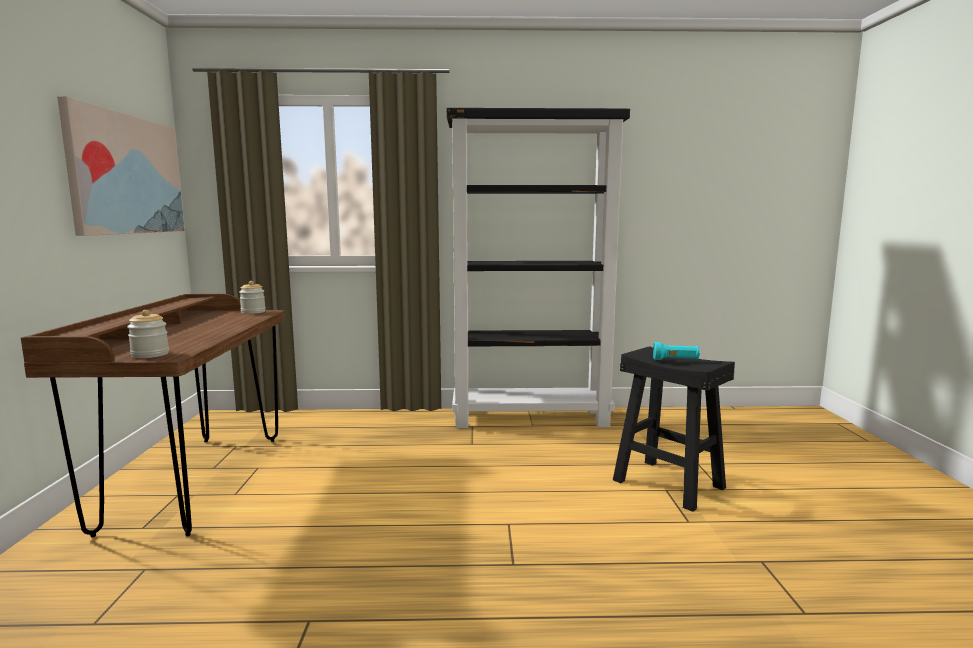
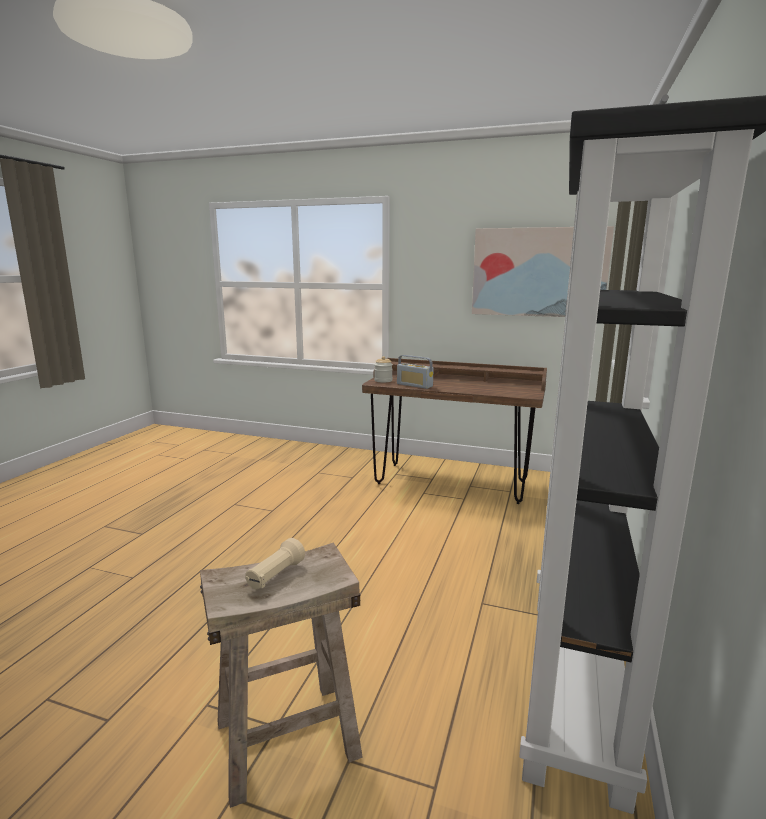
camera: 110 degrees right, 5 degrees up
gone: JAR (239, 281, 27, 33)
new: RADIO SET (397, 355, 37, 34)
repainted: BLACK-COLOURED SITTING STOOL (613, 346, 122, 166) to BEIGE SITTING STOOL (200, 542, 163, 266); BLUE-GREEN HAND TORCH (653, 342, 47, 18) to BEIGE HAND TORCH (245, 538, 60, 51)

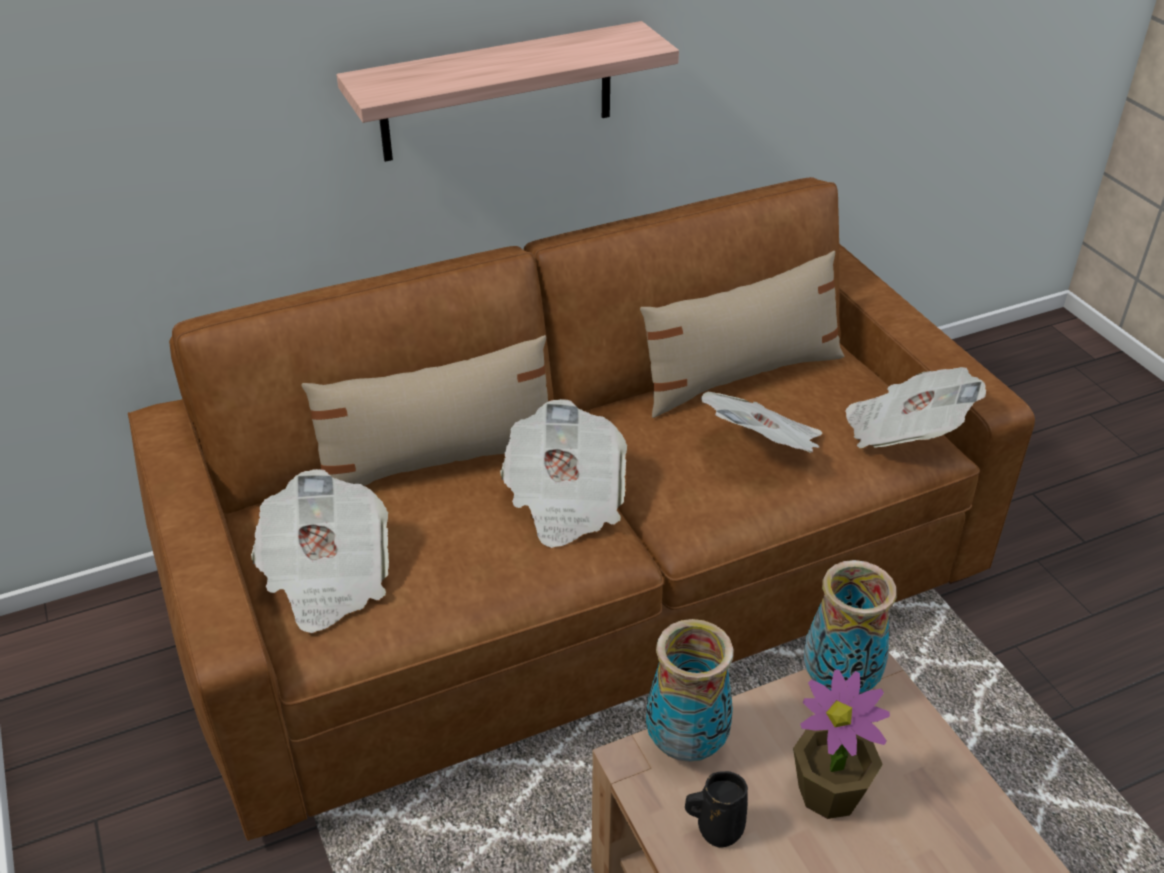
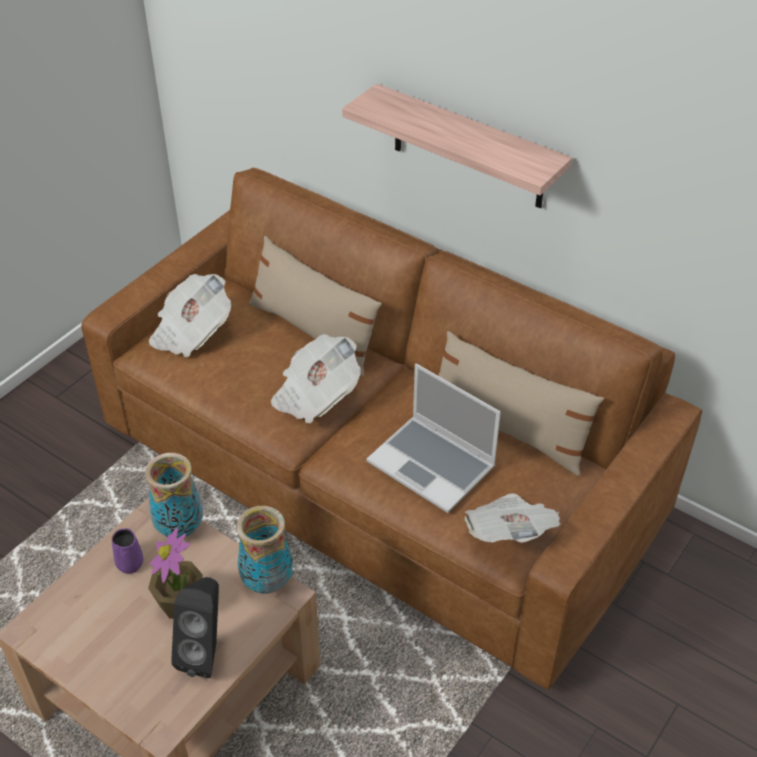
camera: 60 degrees right, 5 degrees up
new: BLACK-COLOURED AUDIO SPEAKER (171, 577, 48, 101)
swapped: NEWSPAPER (701, 392, 121, 61) to LAPTOP (366, 363, 135, 150)
repainted: BLACK-COLOURED COFFEE MUG (685, 771, 63, 77) to PURPLISH COFFEE MUG (112, 528, 31, 46)

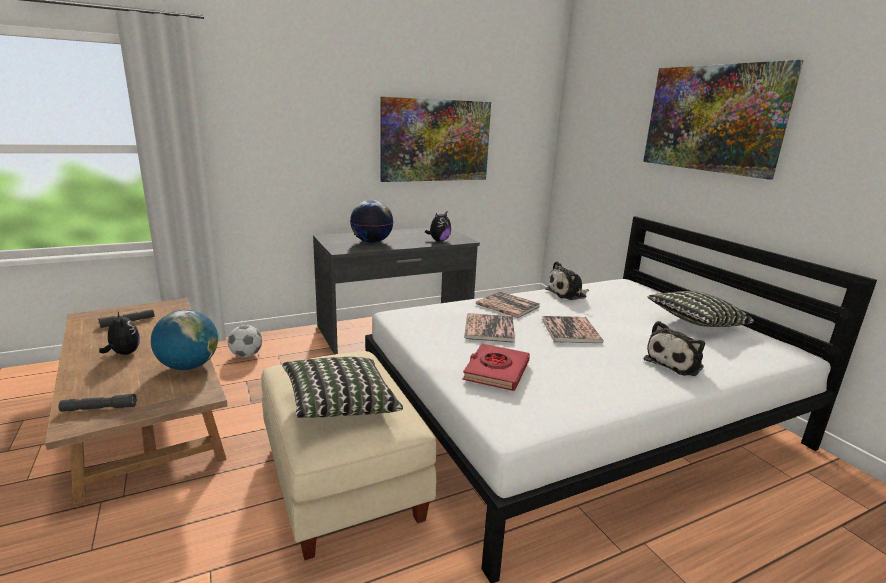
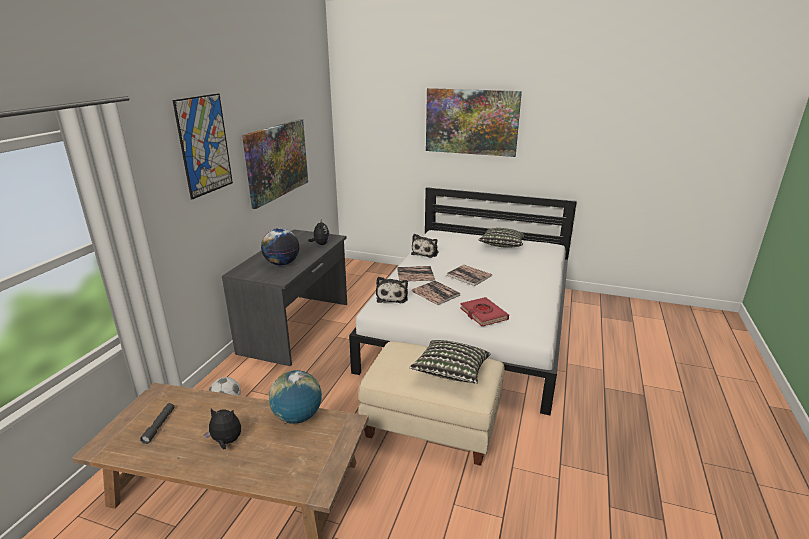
camera: 45 degrees left, 5 degrees up
gone: GREY HAND TORCH (58, 394, 79, 17)
new: WALL ART (172, 93, 61, 107)
shifted: CUDDLY TOY (644, 321, 61, 55) to (376, 277, 32, 26)

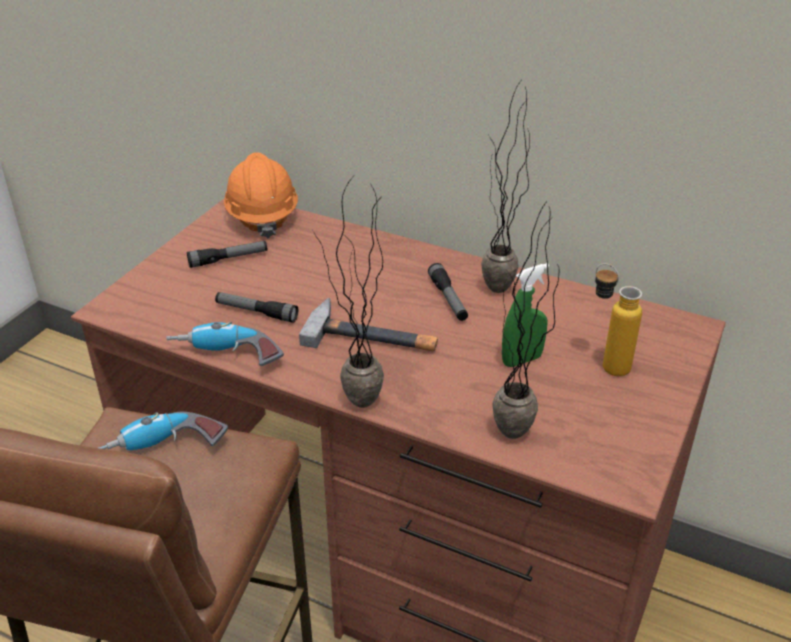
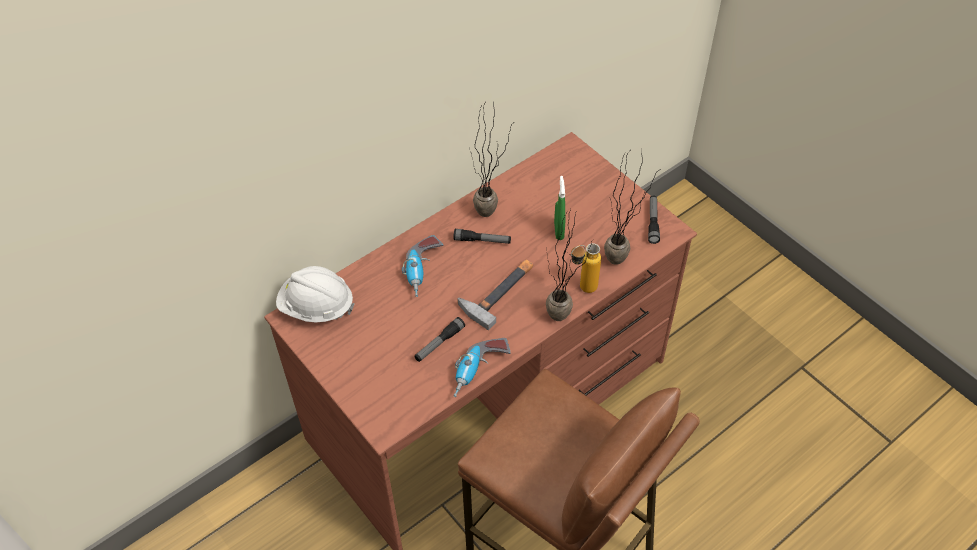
camera: 65 degrees left, 15 degrees up
shifted: POWER DRILL (98, 412, 130, 38) to (402, 235, 41, 62); HAND TORCH (187, 241, 81, 27) to (648, 196, 12, 48); BOTTLE (595, 263, 47, 113) to (571, 243, 30, 50)
repainted: ORANGE-COLOURED WORK HELMET (224, 152, 74, 86) to WHITISH WORK HELMET (276, 266, 78, 56)

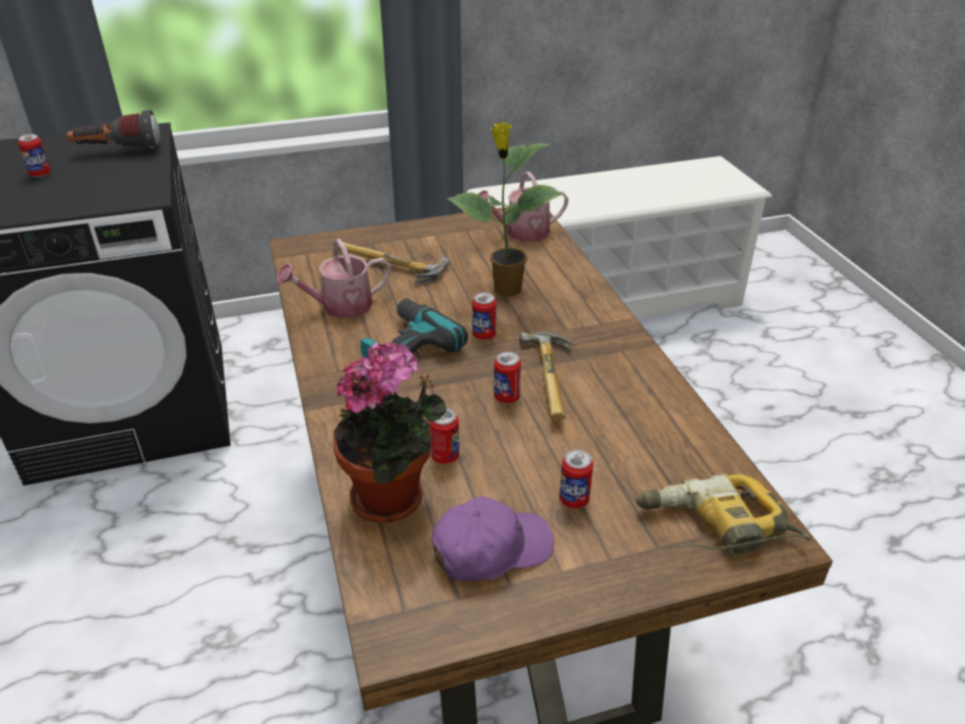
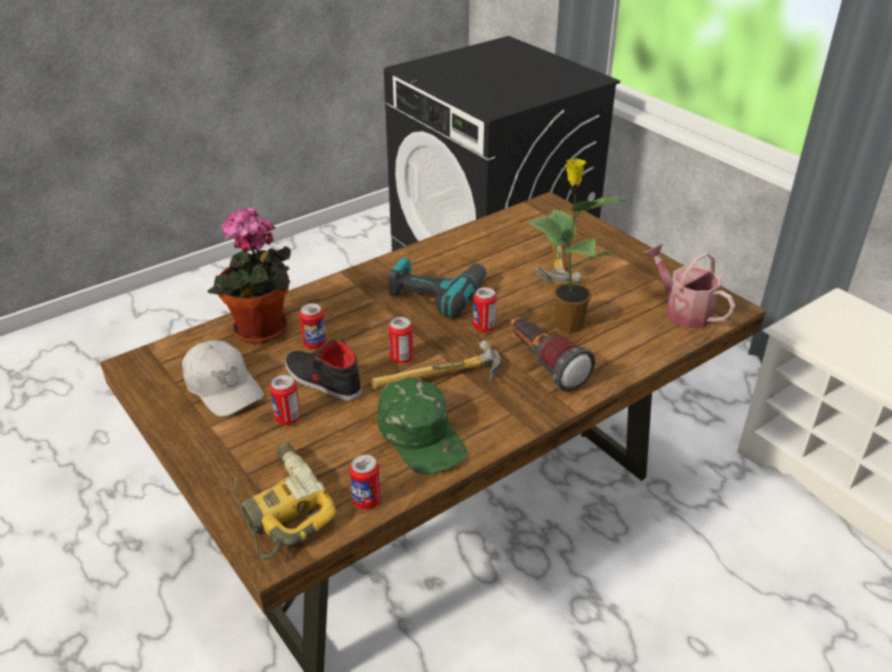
camera: 70 degrees right, 0 degrees up
gone: WATERING POT (276, 239, 115, 80)
new: BLACK-COLOURED LOW SHOE (285, 338, 77, 64); GREEN CAP (377, 378, 91, 97)
shifted: METAL CAN (18, 134, 33, 43) to (350, 455, 31, 55); HAND TORCH (67, 110, 93, 39) to (510, 317, 85, 75)
repainted: PURPLISH CAP (431, 496, 123, 85) to WHITISH CAP (182, 340, 82, 77)

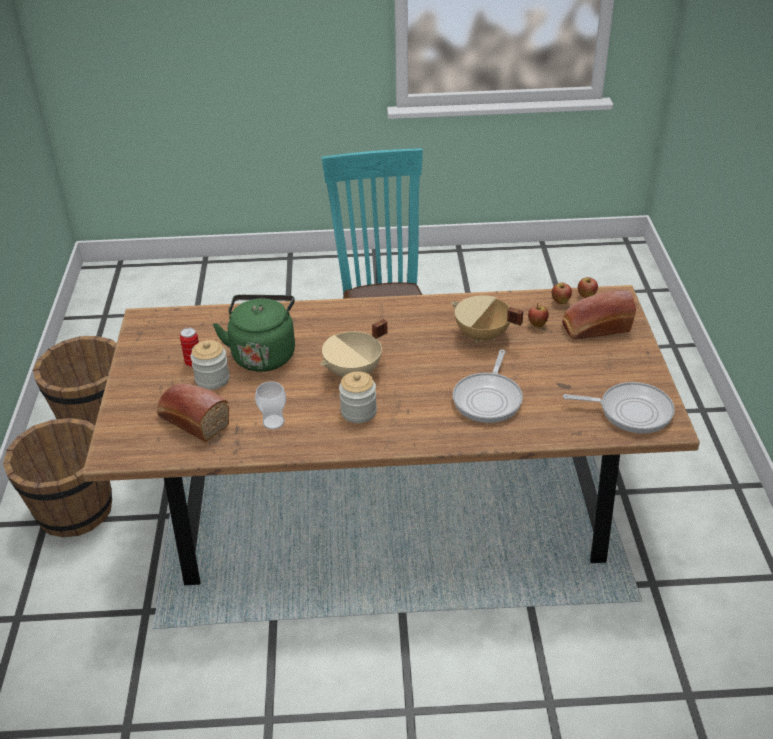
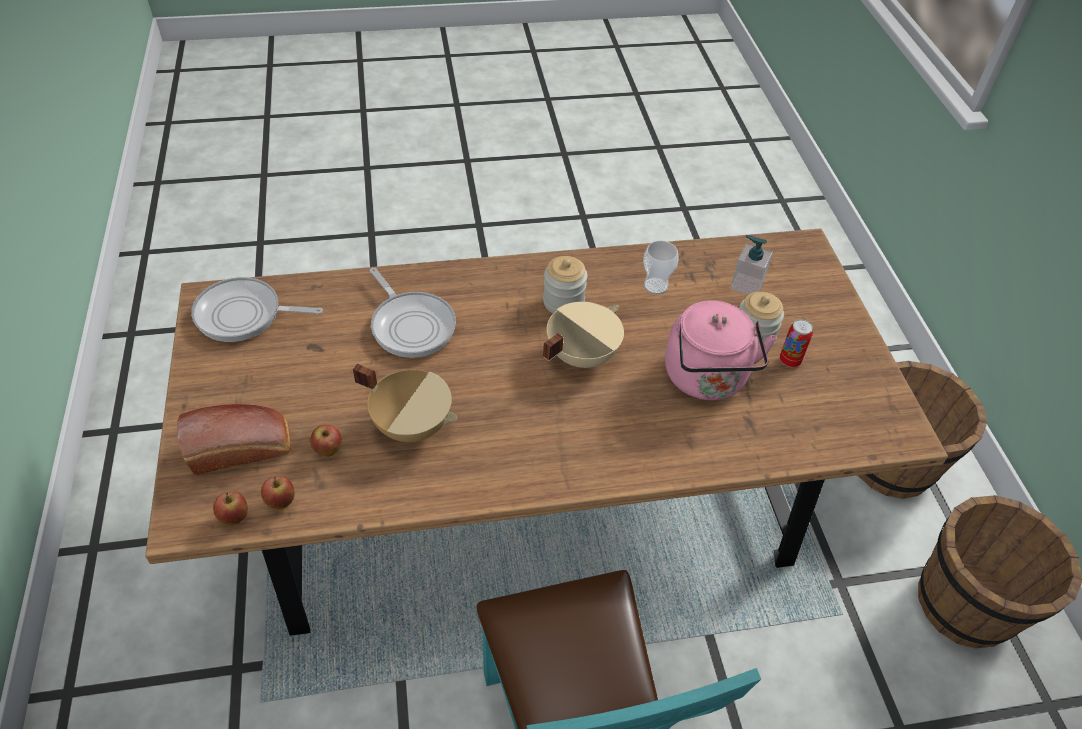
camera: 170 degrees right, 10 degrees up
swapped: BAKERY BREAD (157, 384, 72, 58) to SOAP BOTTLE (730, 235, 43, 60)
repainted: GREEN WATER KETTLE (213, 295, 82, 77) to PINK WATER KETTLE (665, 300, 112, 100)
rotated: PAN (453, 350, 70, 73) = (369, 268, 87, 90) 135 degrees clockwise

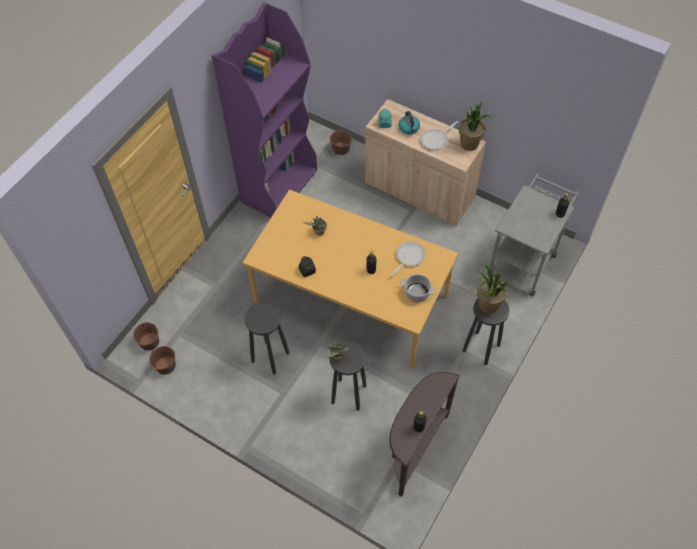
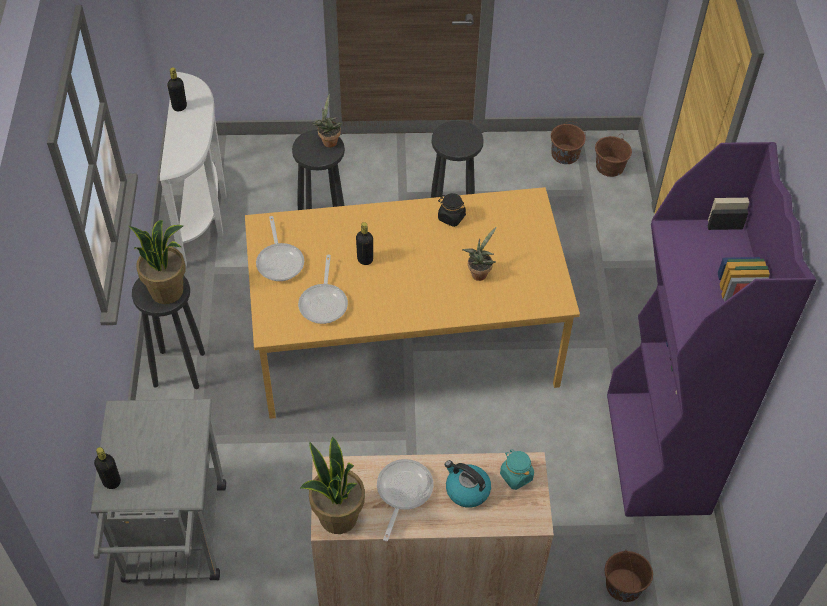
camera: 145 degrees right, 5 degrees down
swapped: STOCKPOT (400, 274, 36, 29) to PAN (256, 216, 48, 65)
repainted: BROWN NARROW TABLE (389, 372, 71, 125) to WHITISH NARROW TABLE (160, 72, 67, 196)

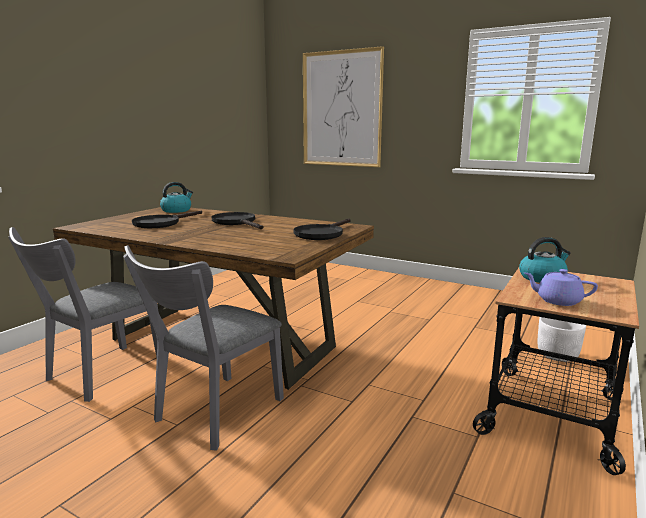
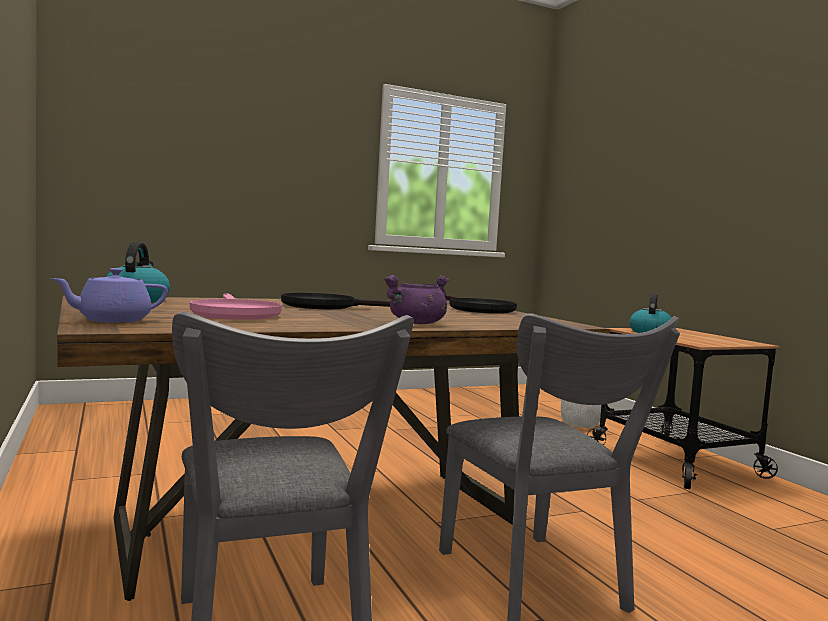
camera: 55 degrees left, 10 degrees down
gone: WALL ART (303, 46, 81, 121)
new: PURPLISH STOCKPOT (383, 275, 66, 49)
shifted: PURPLISH TEA POT (524, 269, 74, 37) to (50, 268, 118, 55)
repainted: BLACK-COLOURED PAN (132, 210, 70, 18) to PINK PAN (190, 293, 92, 27)

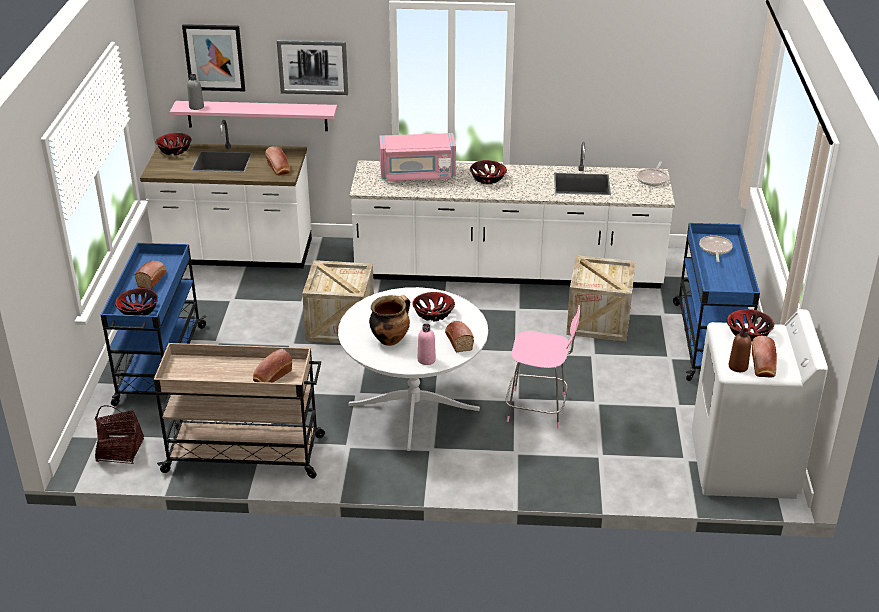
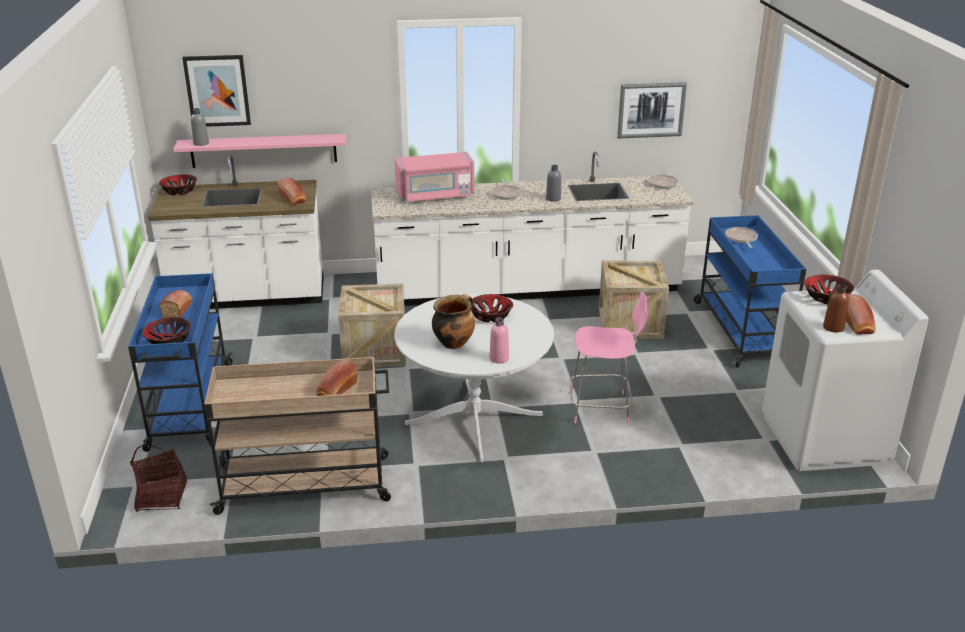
camera: 10 degrees left, 5 degrees down
gone: BAKERY BREAD (445, 321, 29, 32)
new: GREY BOTTLE (546, 165, 15, 37)
shifted: WALL ART (277, 40, 71, 55) to (617, 82, 70, 57)
swapped: BOWL (470, 160, 37, 24) to PAN (491, 178, 31, 22)

